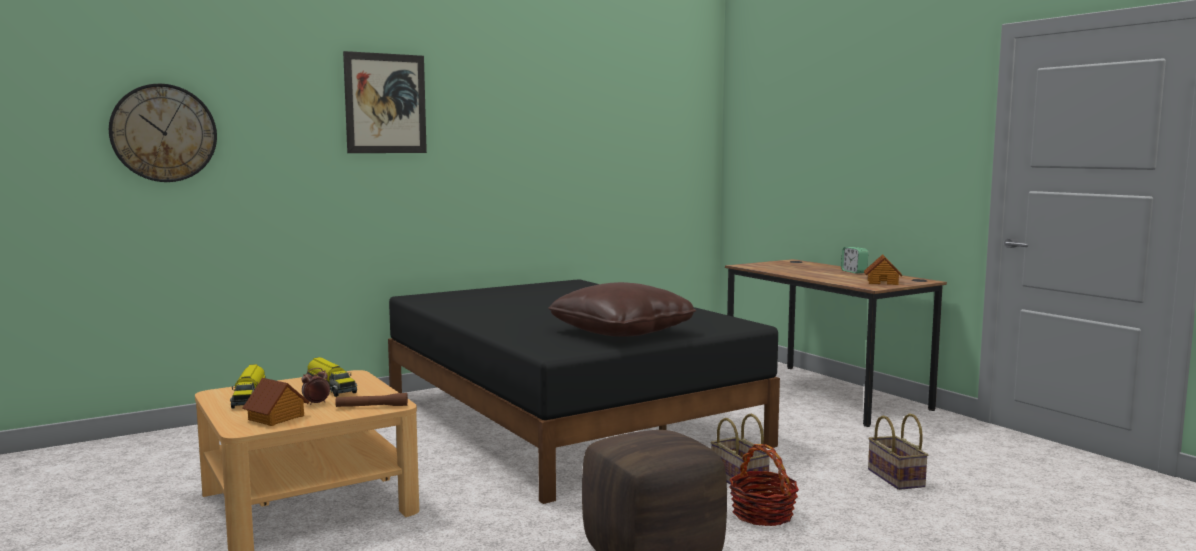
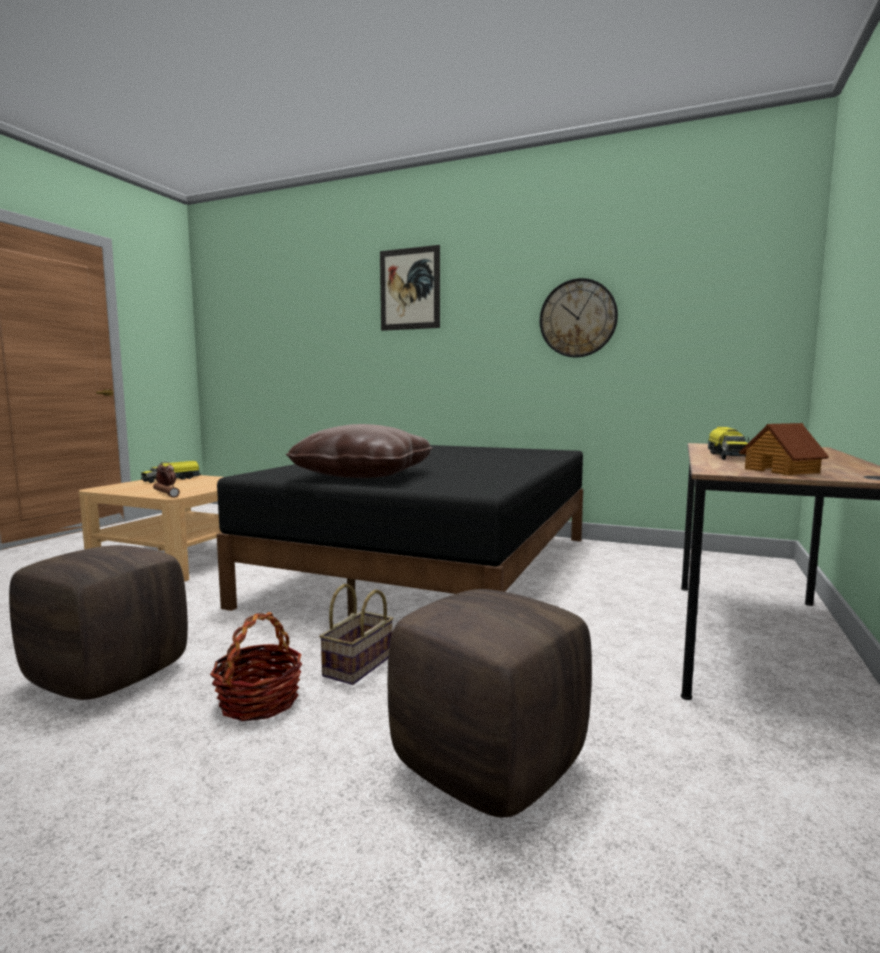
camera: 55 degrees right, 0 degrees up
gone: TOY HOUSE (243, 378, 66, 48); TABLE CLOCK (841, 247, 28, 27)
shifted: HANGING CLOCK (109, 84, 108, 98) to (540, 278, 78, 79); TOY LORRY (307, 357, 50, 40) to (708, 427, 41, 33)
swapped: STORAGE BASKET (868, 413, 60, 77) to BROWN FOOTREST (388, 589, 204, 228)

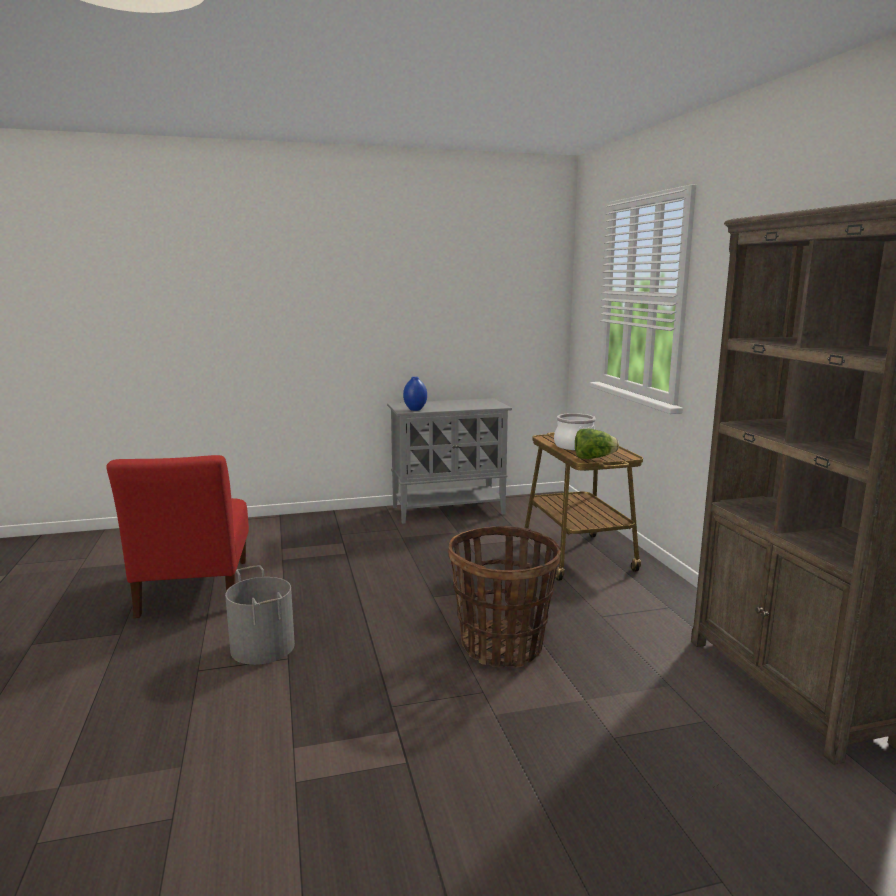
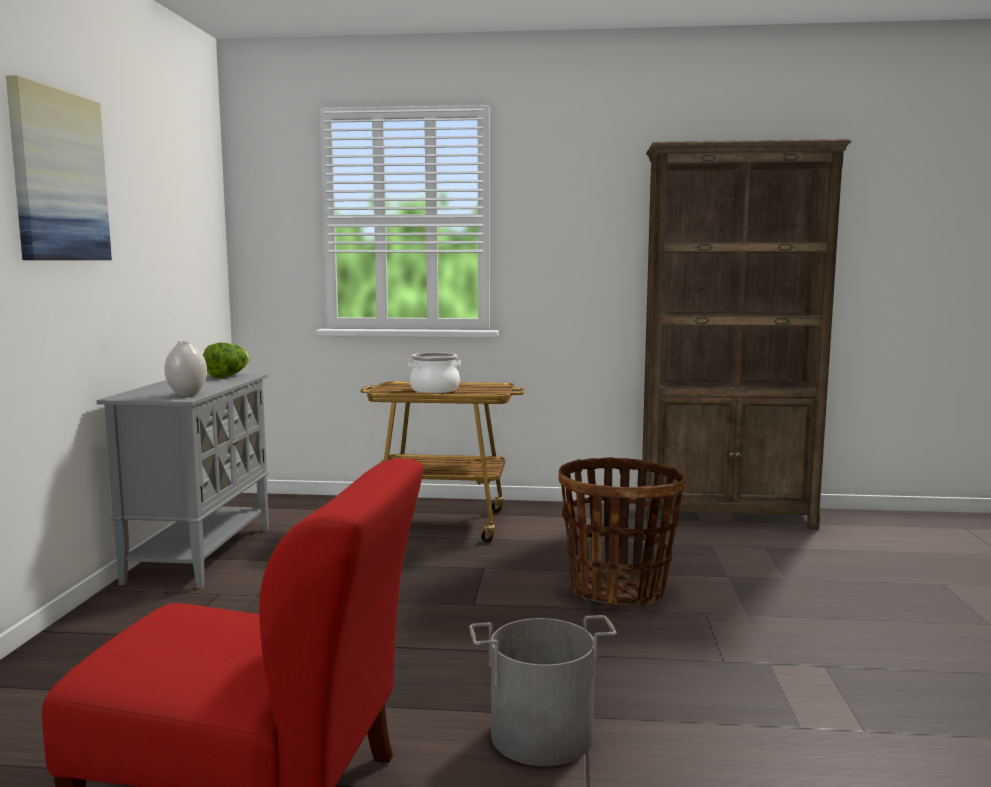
camera: 70 degrees left, 5 degrees down
new: WALL ART (6, 75, 106, 185)
shifted: HEAD OF LETTUCE (575, 429, 44, 30) to (203, 342, 47, 36)
repainted: BLUE VASE (403, 377, 24, 34) to WHITISH VASE (164, 340, 43, 56)

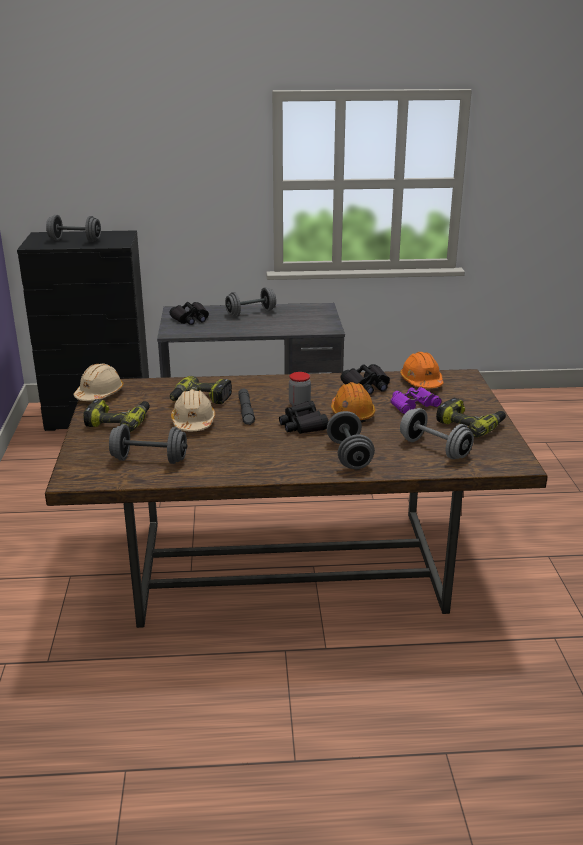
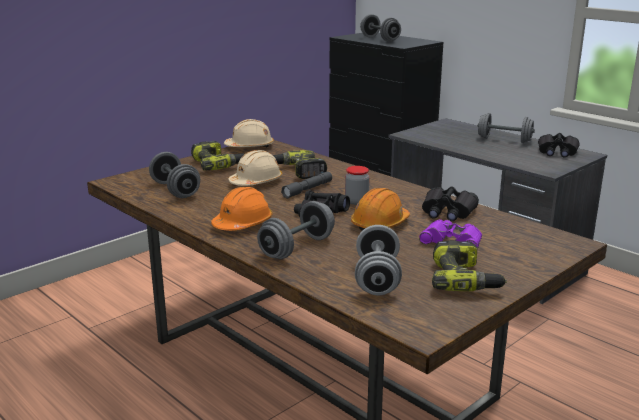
camera: 50 degrees right, 5 degrees down
shifted: BLACK-COLOURED BINOCULARS (169, 302, 40, 23) to (538, 133, 42, 24); ORANGE-COLOURED WORK HELMET (400, 352, 44, 36) to (211, 187, 61, 44)

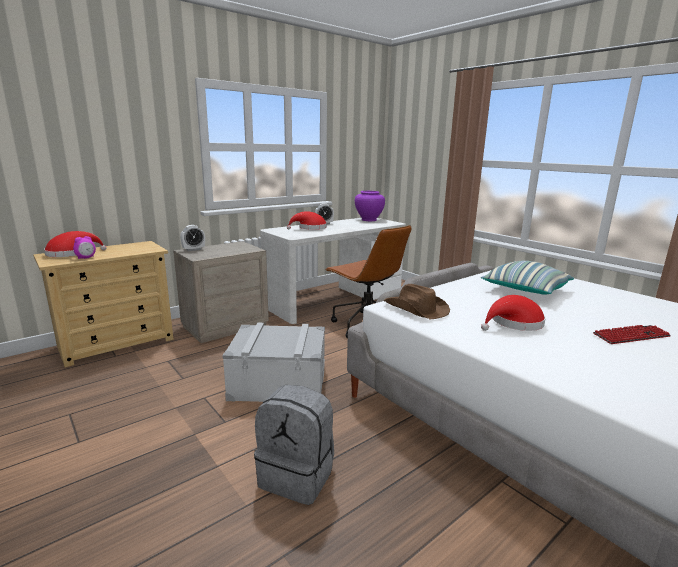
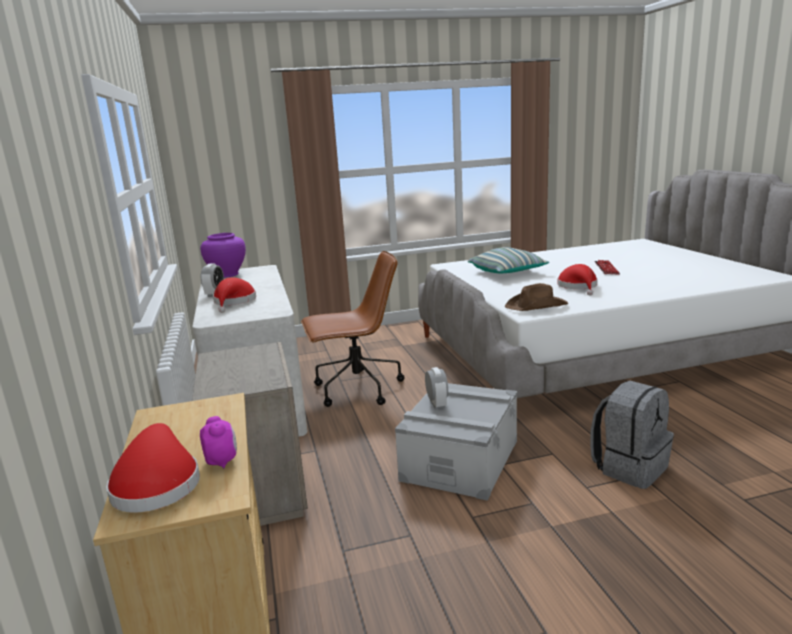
camera: 65 degrees left, 0 degrees up
shifted: TABLE CLOCK (180, 225, 25, 26) to (425, 367, 23, 42)

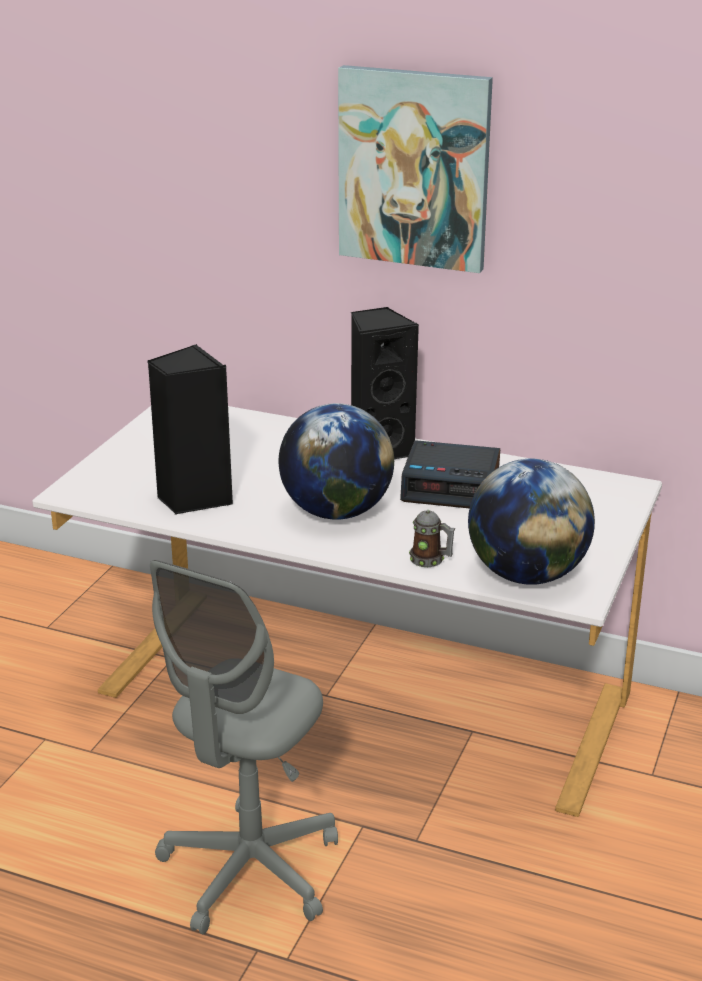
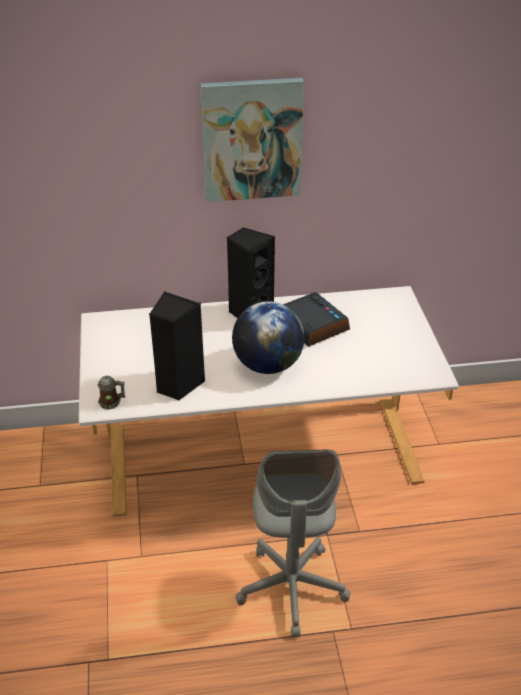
camera: 30 degrees left, 10 degrees up
gone: DESK GLOBE (468, 459, 127, 126)
shifted: COFFEE MUG (409, 510, 46, 57) to (98, 376, 27, 33)
rotated: TABLE CLOCK (400, 440, 100, 68) = (283, 292, 67, 55) 105 degrees counterclockwise

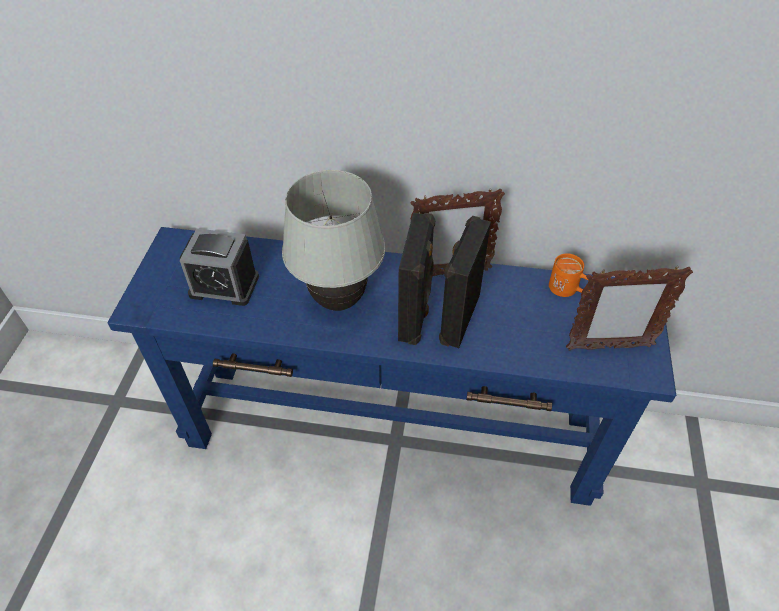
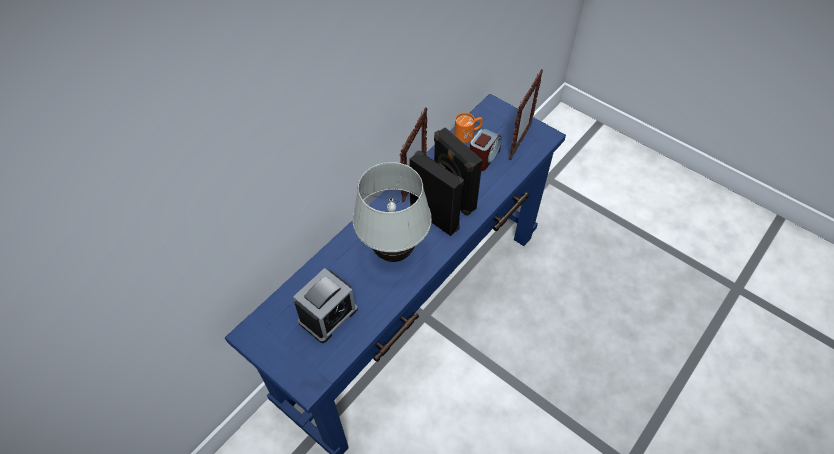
camera: 60 degrees left, 5 degrees up
new: TABLE CLOCK (470, 128, 32, 43)

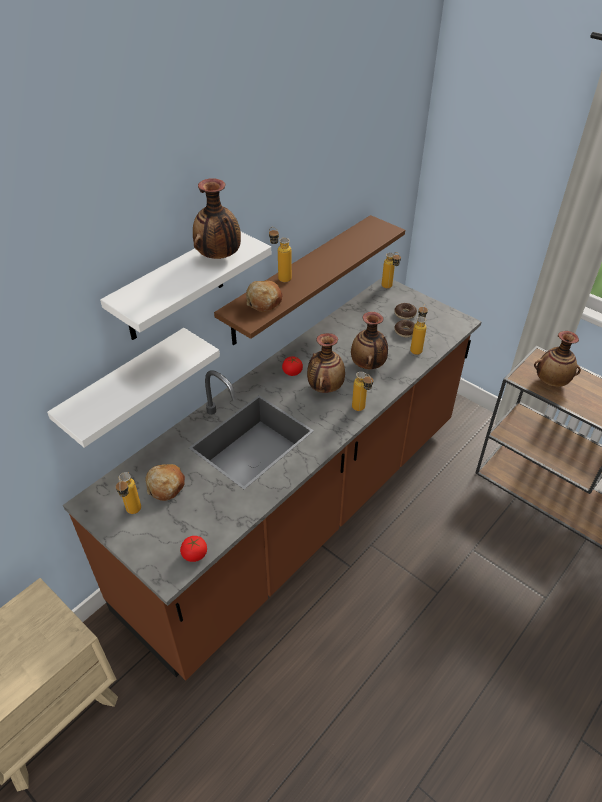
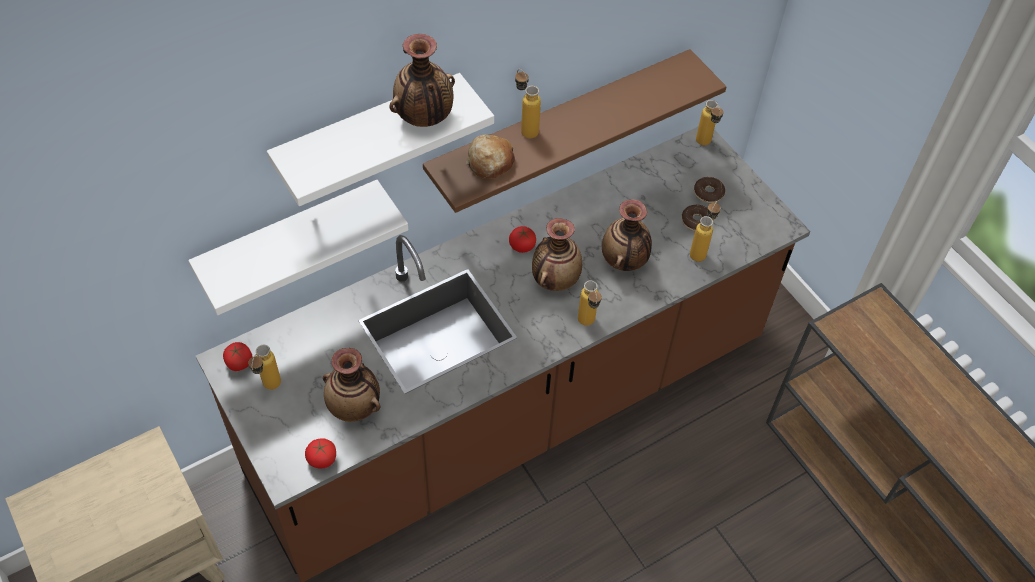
camera: 15 degrees right, 10 degrees up
gone: BAKERY BREAD (145, 464, 40, 37)
new: FRESH TOMATO (223, 342, 29, 29)
shifted: VASE (534, 331, 47, 56) to (323, 348, 57, 74)

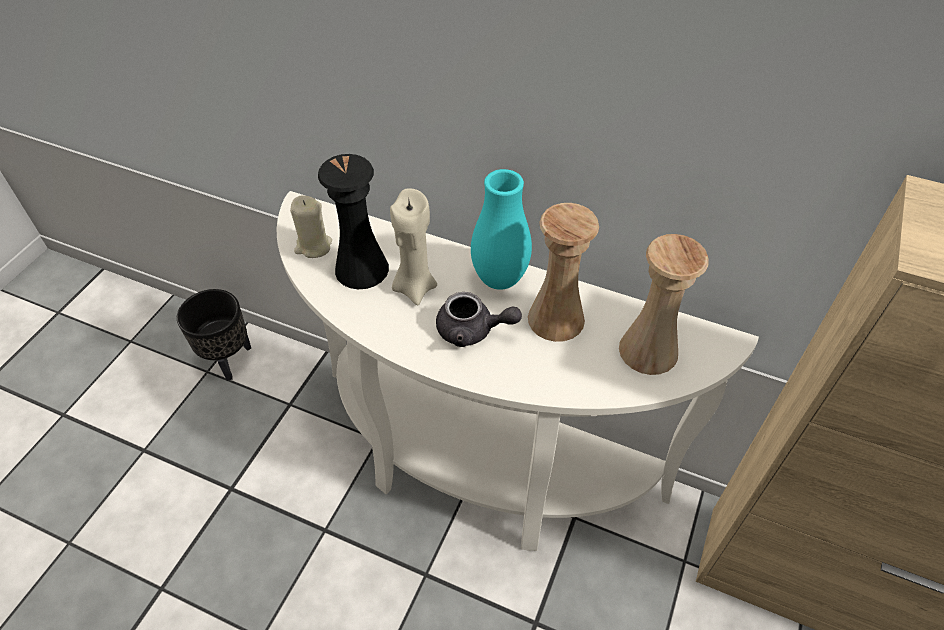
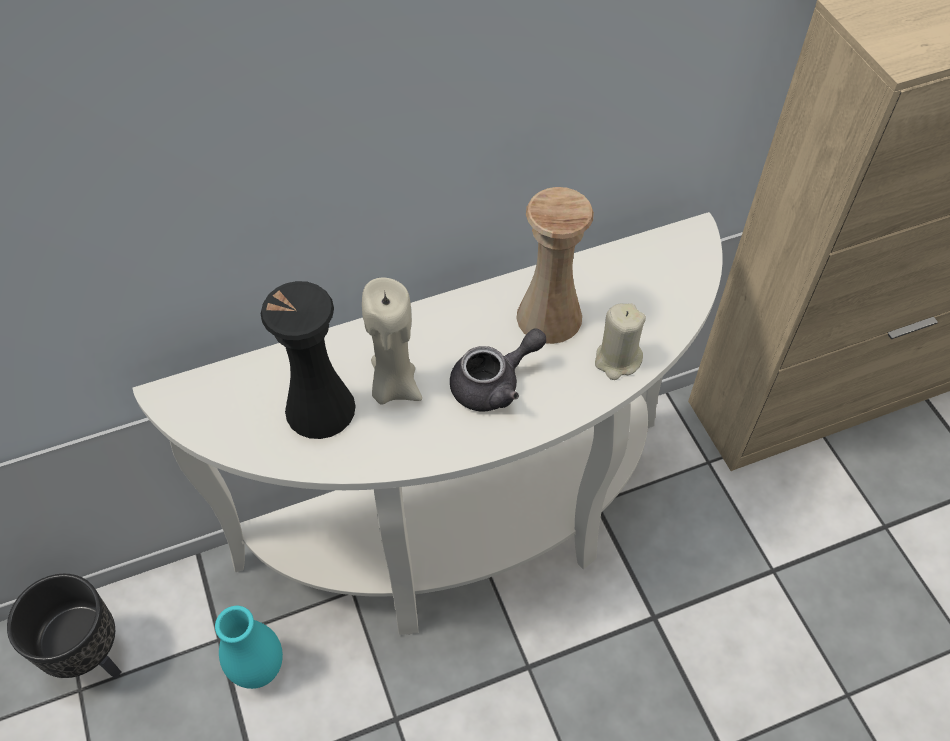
camera: 45 degrees left, 5 degrees up
gone: BEIGE VASE (619, 234, 90, 141)
shifted: BEIGE WAX CANDLE (290, 196, 42, 62) to (595, 303, 51, 77); BLUE-GREEN VASE (471, 169, 61, 121) to (215, 606, 68, 83)

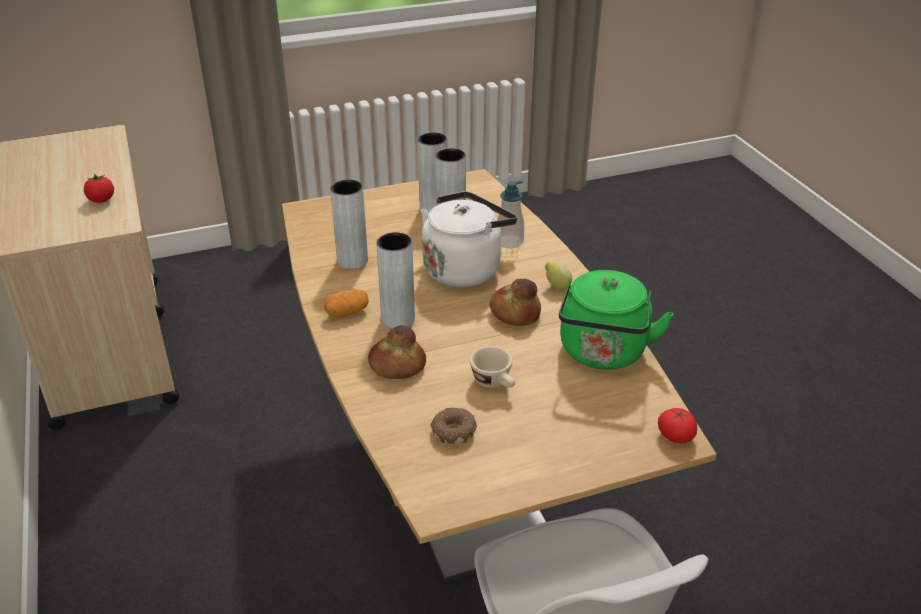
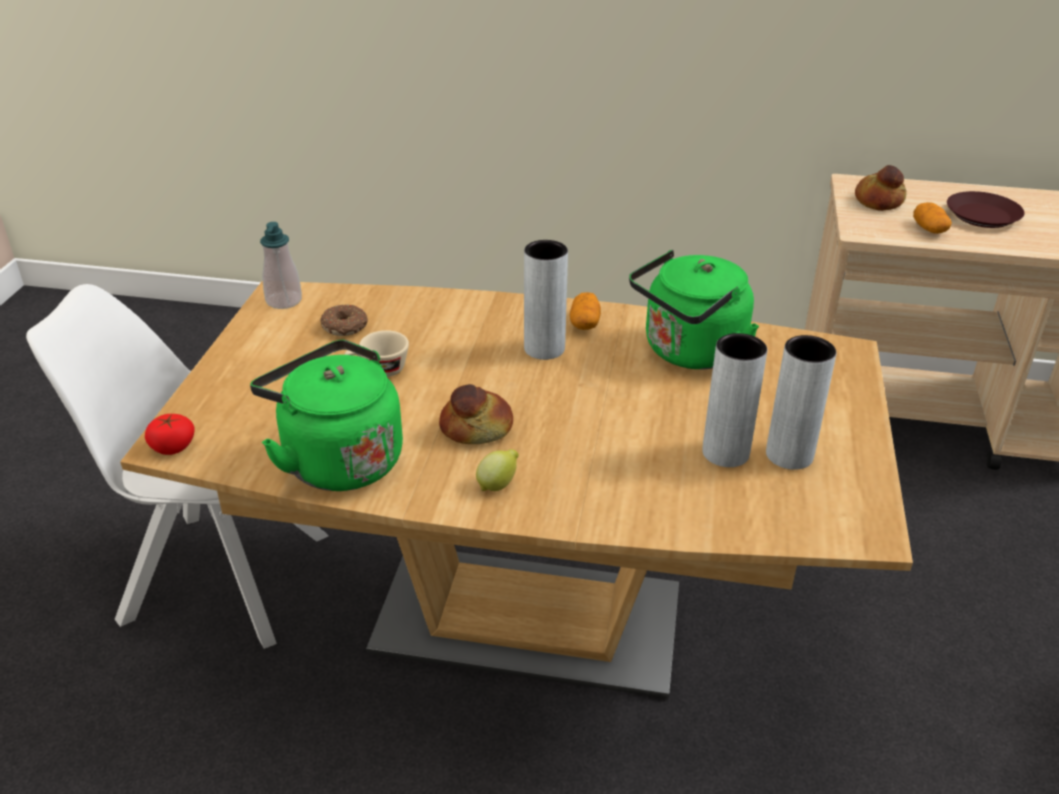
camera: 120 degrees right, 0 degrees up
gone: WHITISH WATER KETTLE (421, 191, 96, 96)
new: BROWN FLAT DISH (947, 191, 78, 37)
shifted: BAKERY BREAD (368, 325, 58, 54) to (855, 165, 51, 46); SOAP BOTTLE (497, 180, 27, 68) to (260, 222, 42, 87)
swapped: FRESH TOMATO (84, 174, 30, 29) to WHOLE POTATO (913, 202, 39, 32); GREY VASE (330, 180, 38, 89) to GREEN WATER KETTLE (629, 250, 130, 119)

